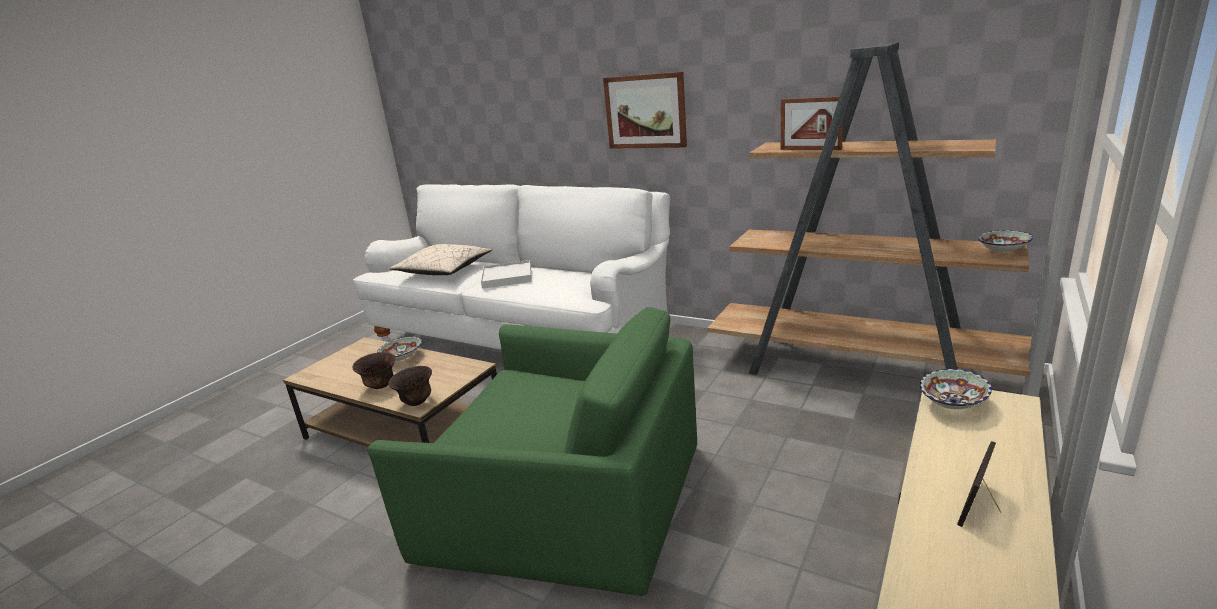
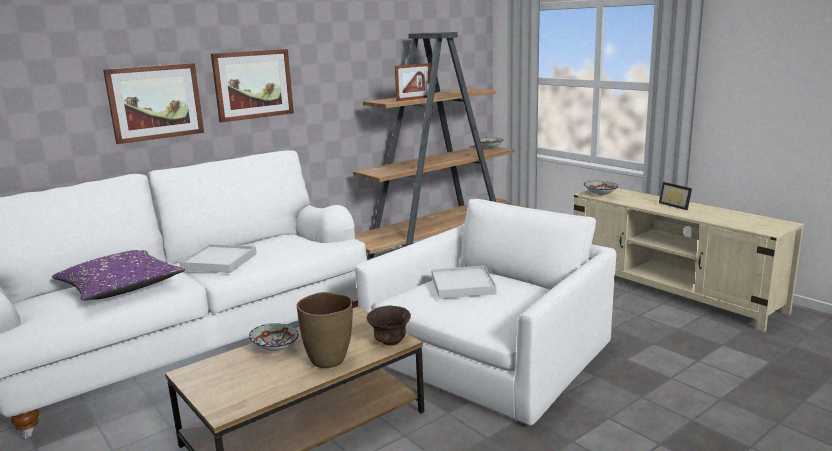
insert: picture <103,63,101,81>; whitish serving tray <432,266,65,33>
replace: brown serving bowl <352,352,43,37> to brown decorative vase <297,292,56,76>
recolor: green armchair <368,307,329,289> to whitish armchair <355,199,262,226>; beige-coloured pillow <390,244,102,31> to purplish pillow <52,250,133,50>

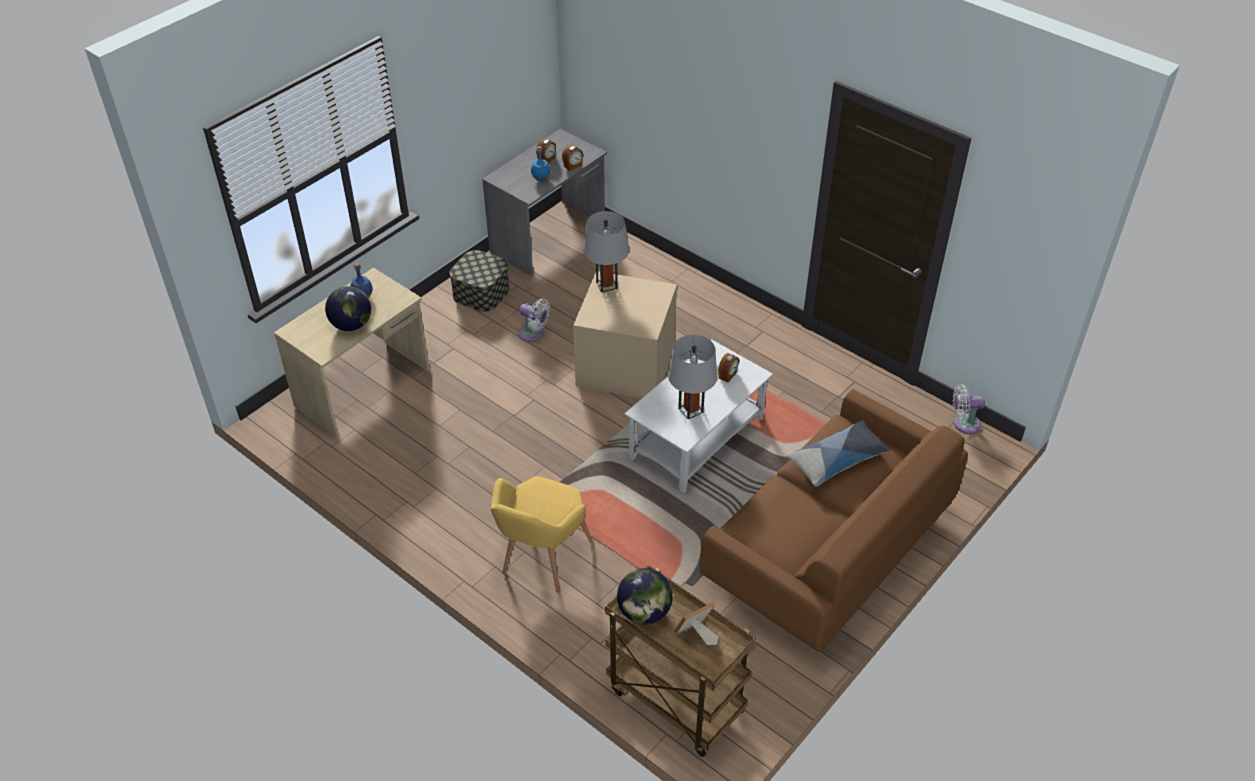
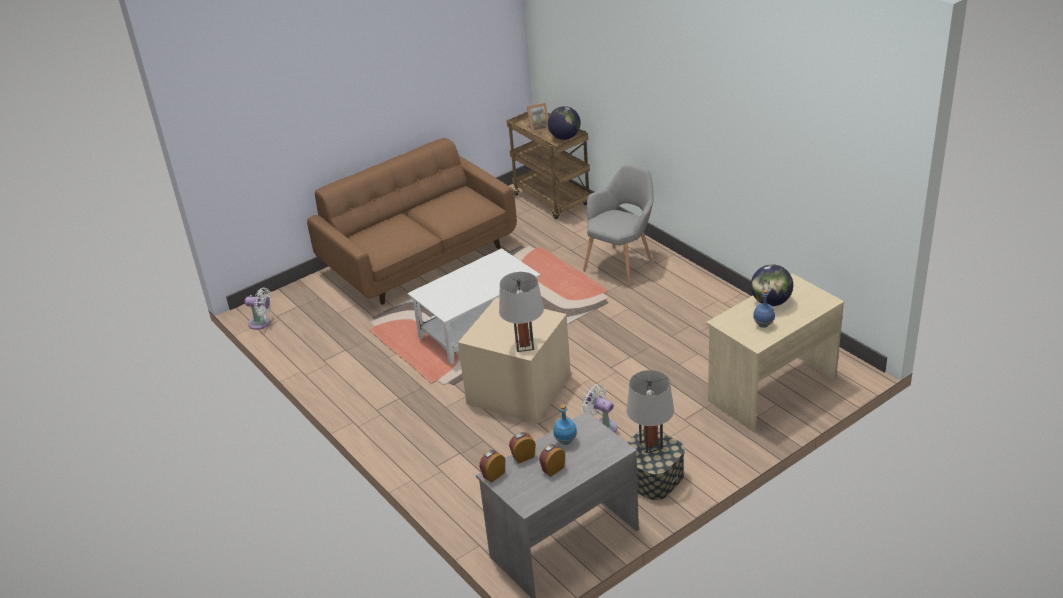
delete: pillow <787,420,103,67>
move: greyish table lamp <668,335,49,84> to <627,370,47,84>; alarm clock <718,353,21,30> to <479,450,26,33>
recolor: yellow armchair <491,476,102,117> to greyish armchair <583,164,70,122>

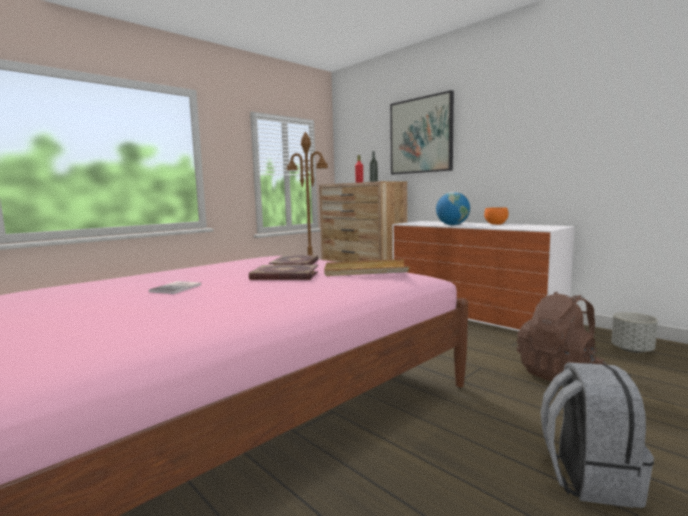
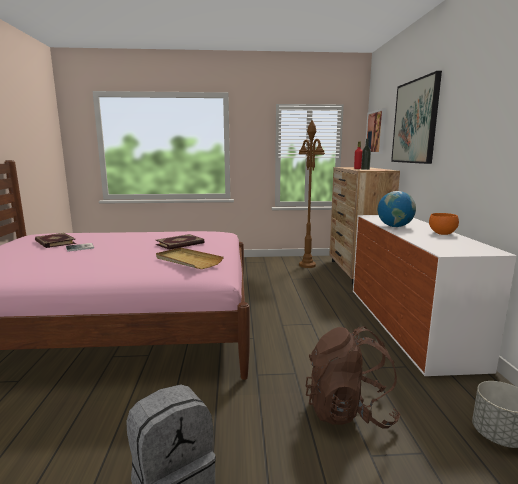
insert: picture <365,108,21,46>
move: book <249,265,69,15> to <35,233,41,15>

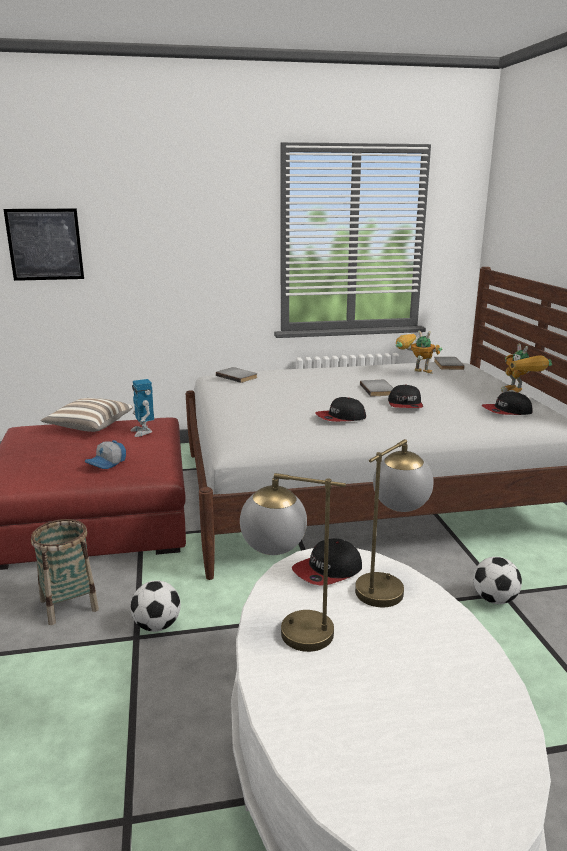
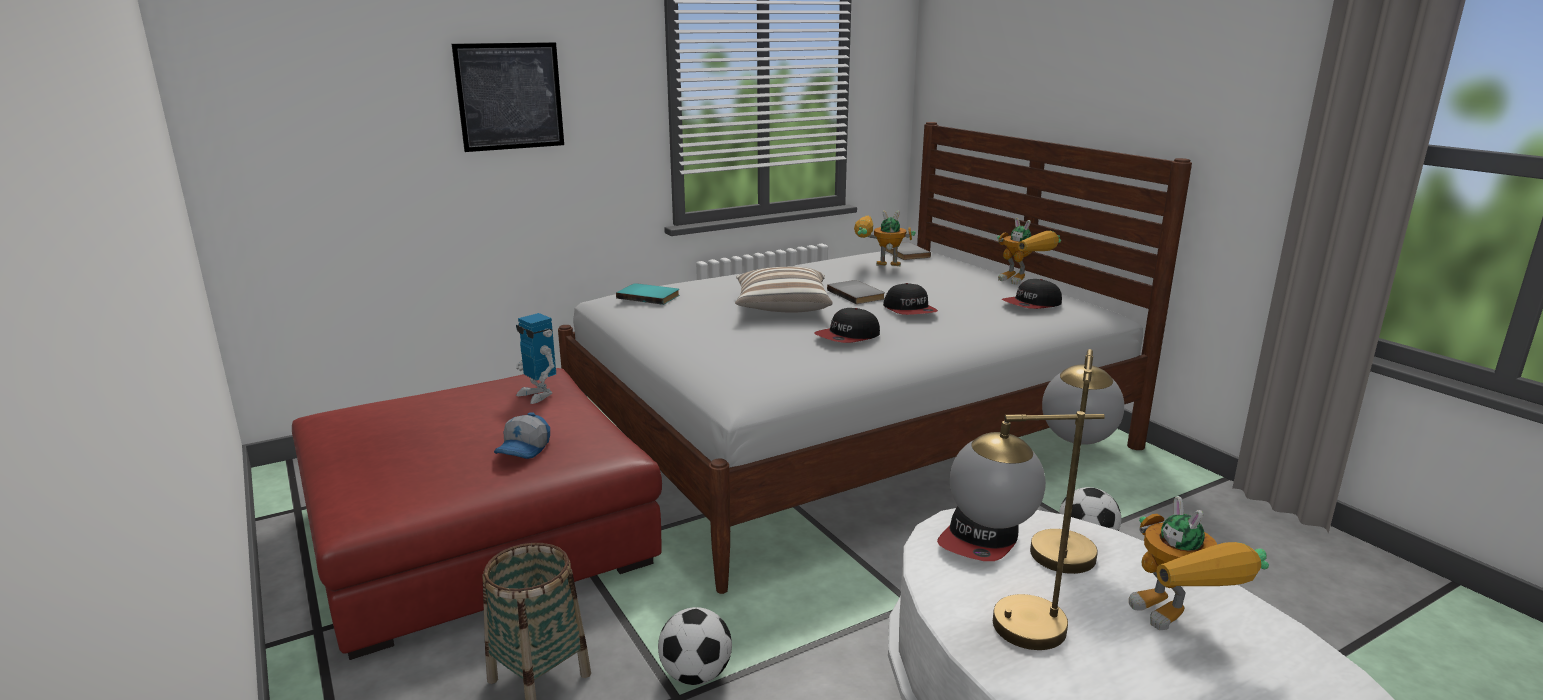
insert: model robot <1129,496,140,134>
move: picture <3,209,81,72> to <452,42,112,110>; pillow <40,398,93,34> to <735,267,98,46>
recolor: greyish book <216,367,41,16> to turquoise book <616,283,63,22>

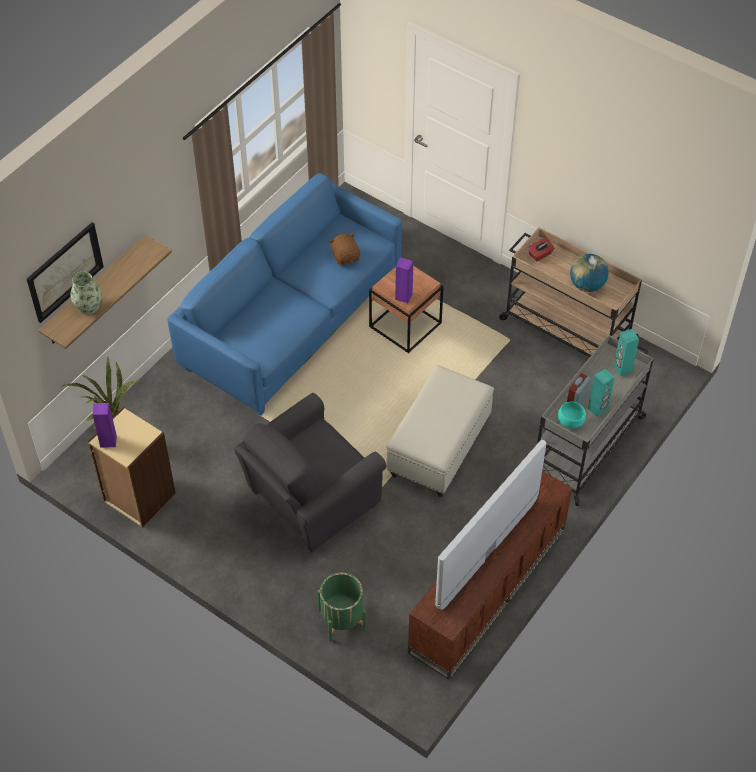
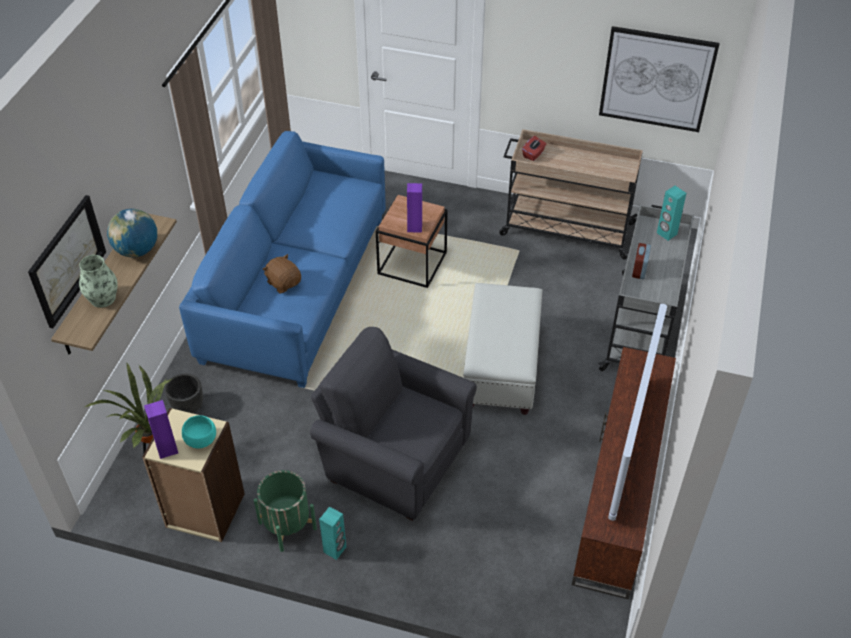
insert: black-coloured flower pot <165,374,38,39>; picture <599,26,121,106>
move: green flower pot <317,573,49,69> to <254,470,63,82>; brown soft toy <329,233,31,33> to <262,254,39,39>; turquoise serving bowl <558,402,28,27> to <182,415,34,34>; world globe <570,254,39,38> to <107,209,50,48>; turquoise speaker <588,369,27,48> to <319,507,27,53>
rotate: greyish armchair <234,393,152,159> = <310,327,167,194> 90 degrees clockwise

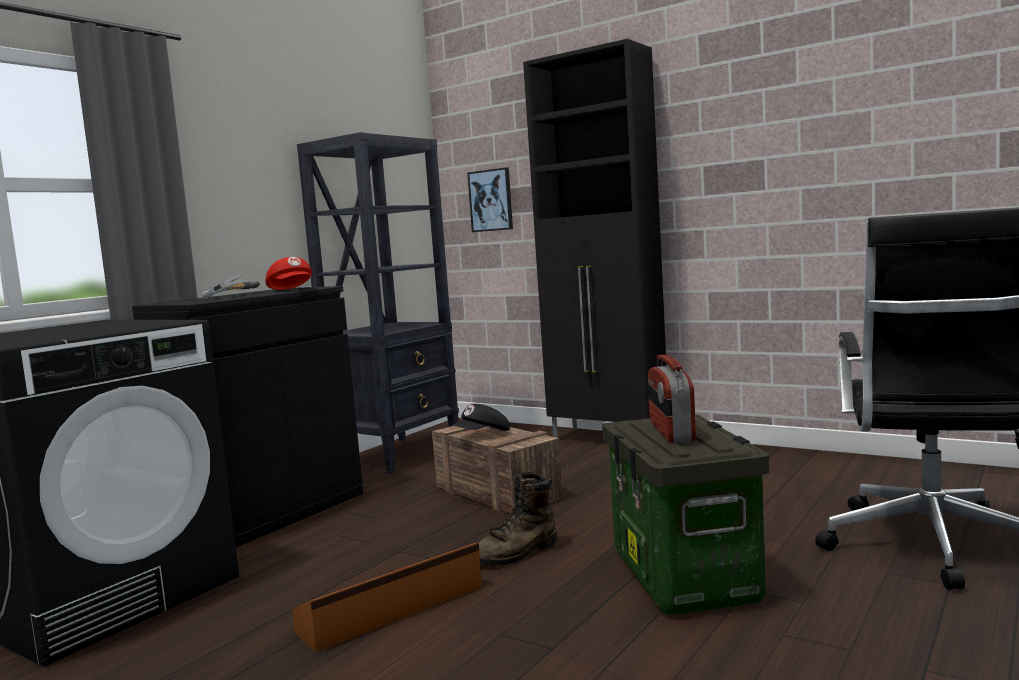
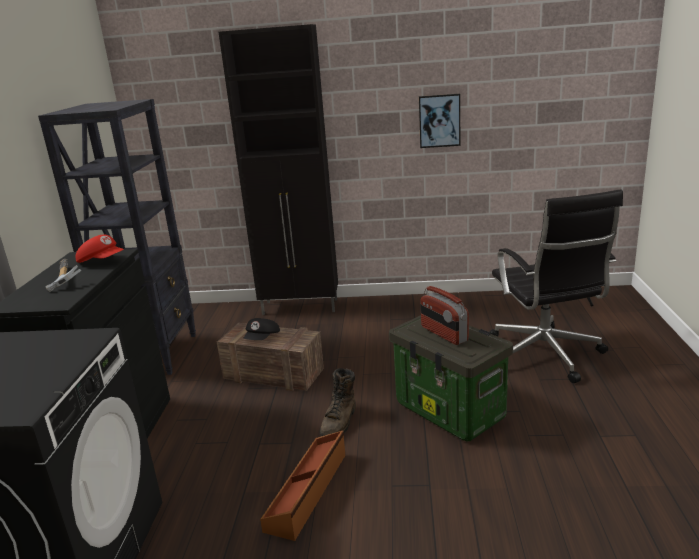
move: picture <467,167,46,65> to <419,94,41,54>

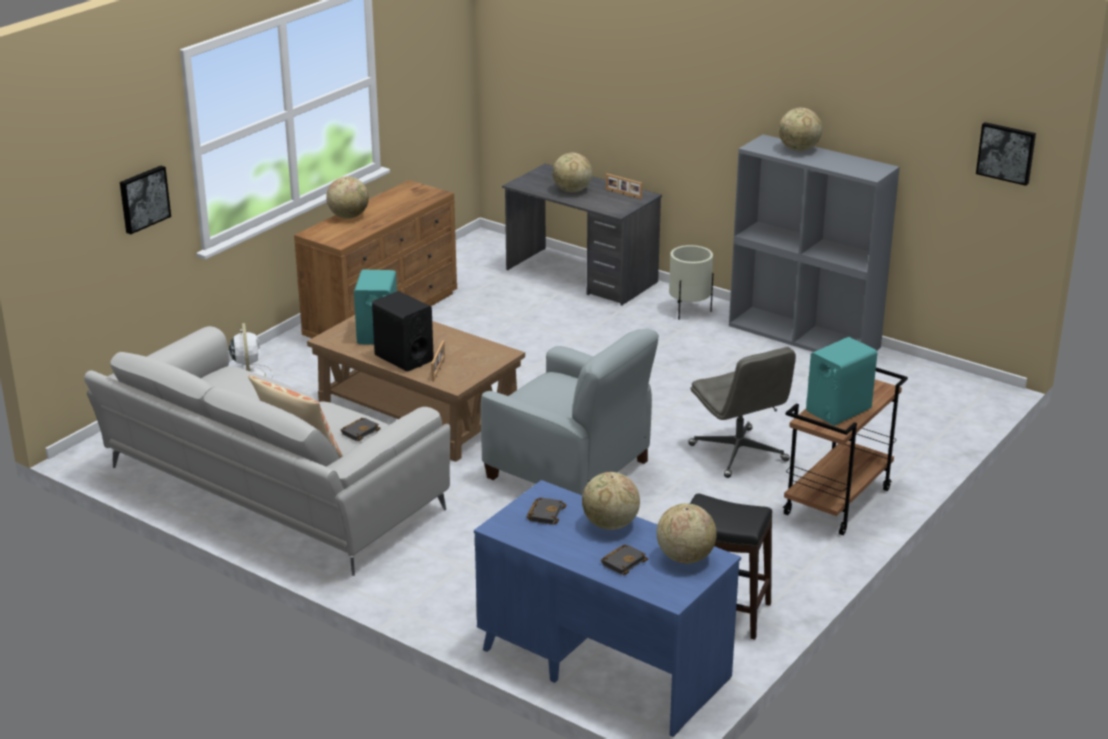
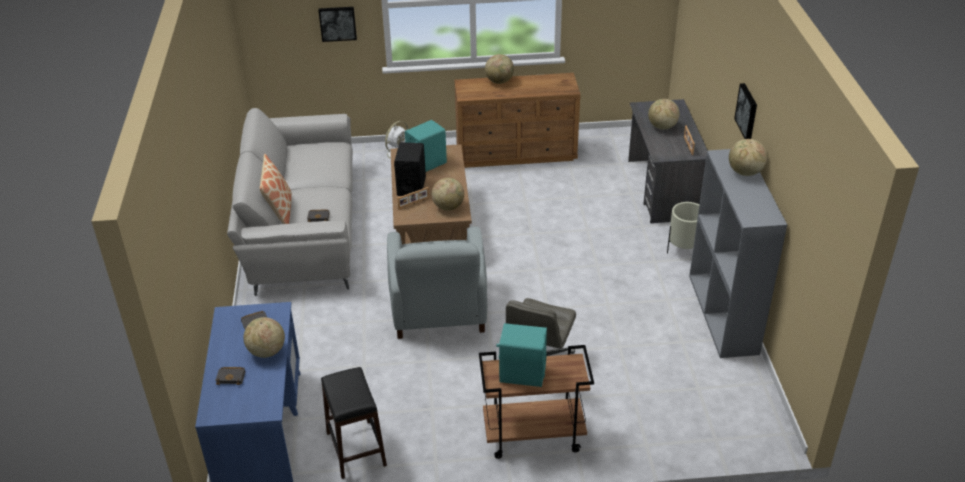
move: world globe <656,503,61,61> to <432,178,32,33>; picture <976,122,60,64> to <734,83,23,56>

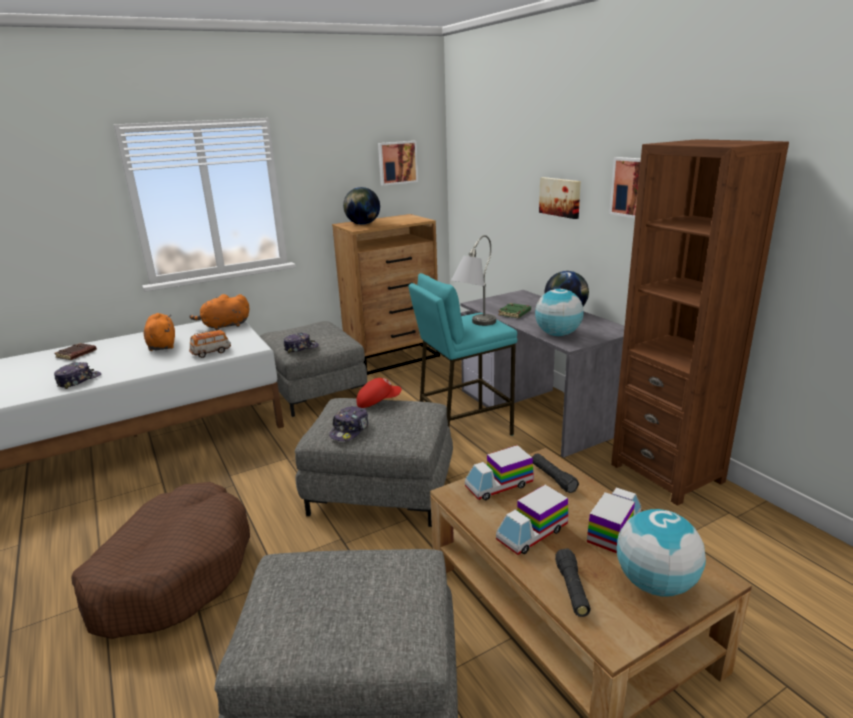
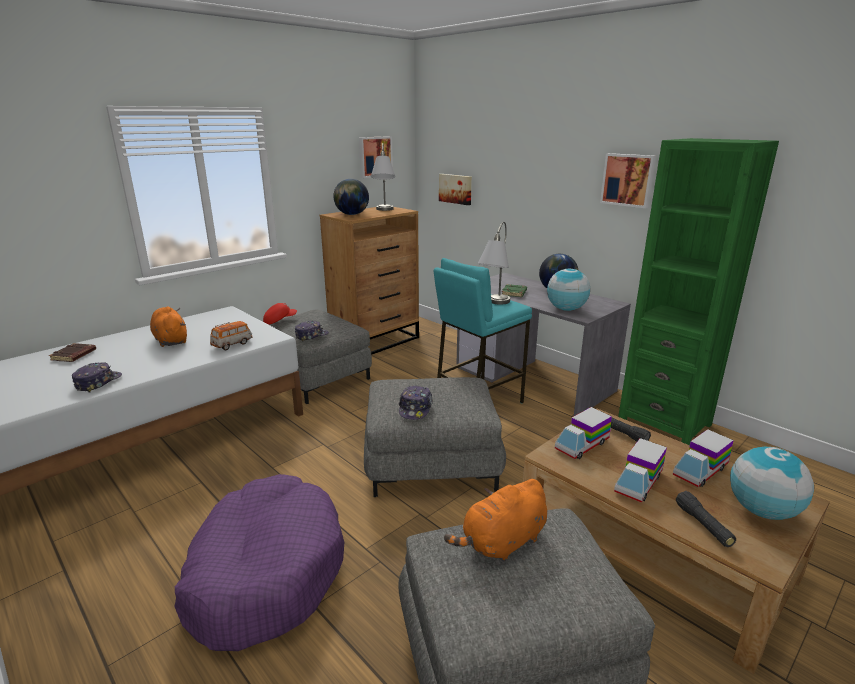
insert: greyish table lamp <371,143,24,68>
move: orangey soft toy <190,294,59,37> to <444,479,103,83>; red-coloured peaked cap <357,378,45,30> to <263,303,34,22>; picture <539,177,42,42> to <439,174,33,31>
recolor: brown dog bed <71,482,179,157> to purplish dog bed <174,474,170,177>; brown shelving unit <611,139,178,367> to green shelving unit <618,138,161,307>
rotate: toy truck <587,488,54,65> = <673,429,61,58> 150 degrees counterclockwise

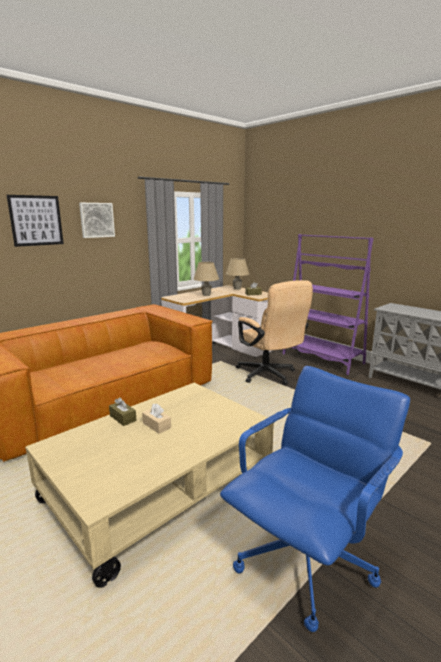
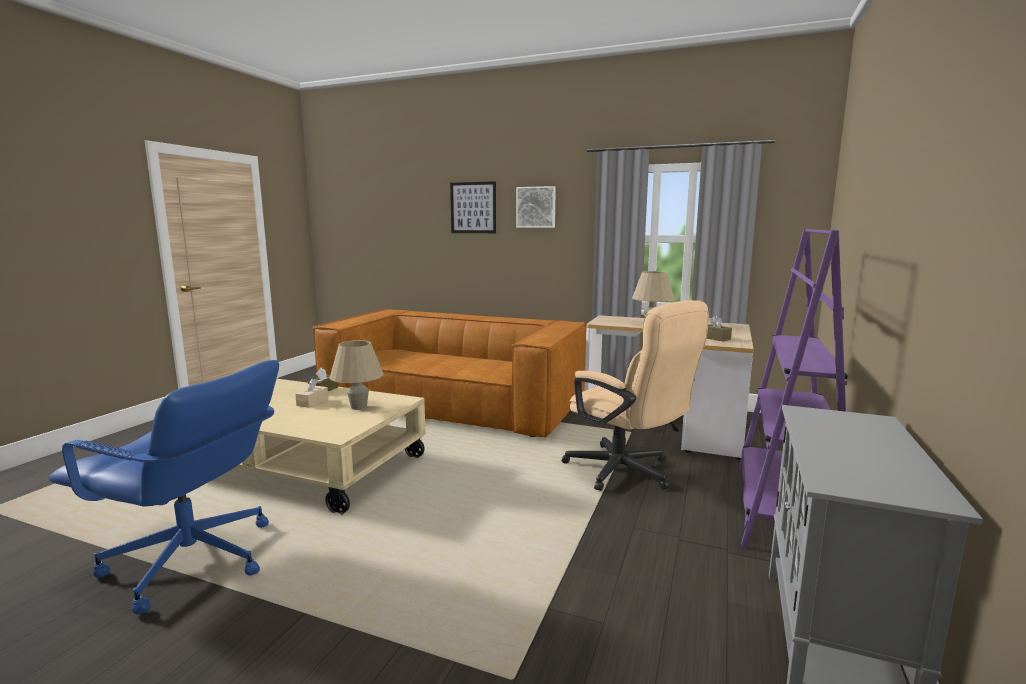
move: beige-coloured table lamp <226,258,23,32> to <330,340,54,70>
rotate: beige-coloured desk chair <236,280,77,105> = <562,300,147,191> 75 degrees counterclockwise

